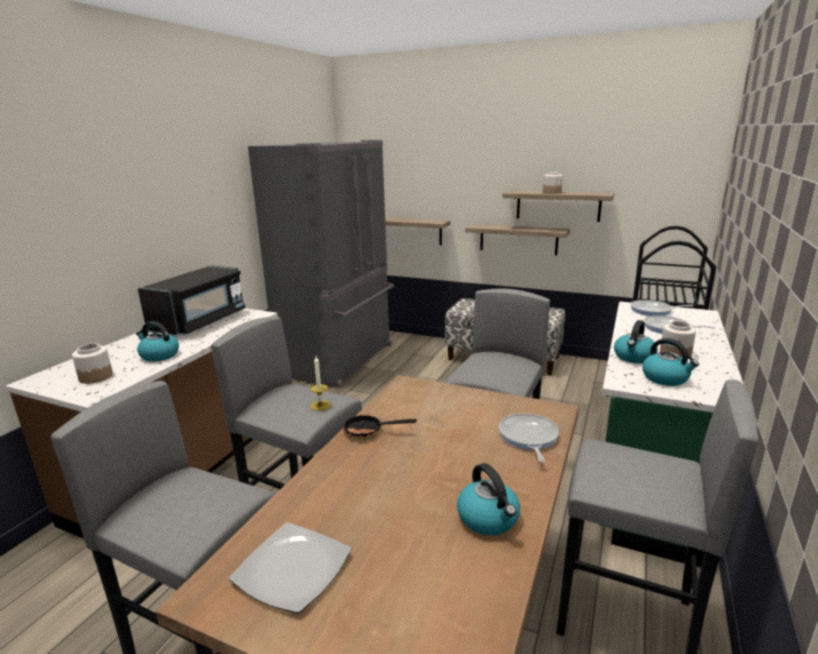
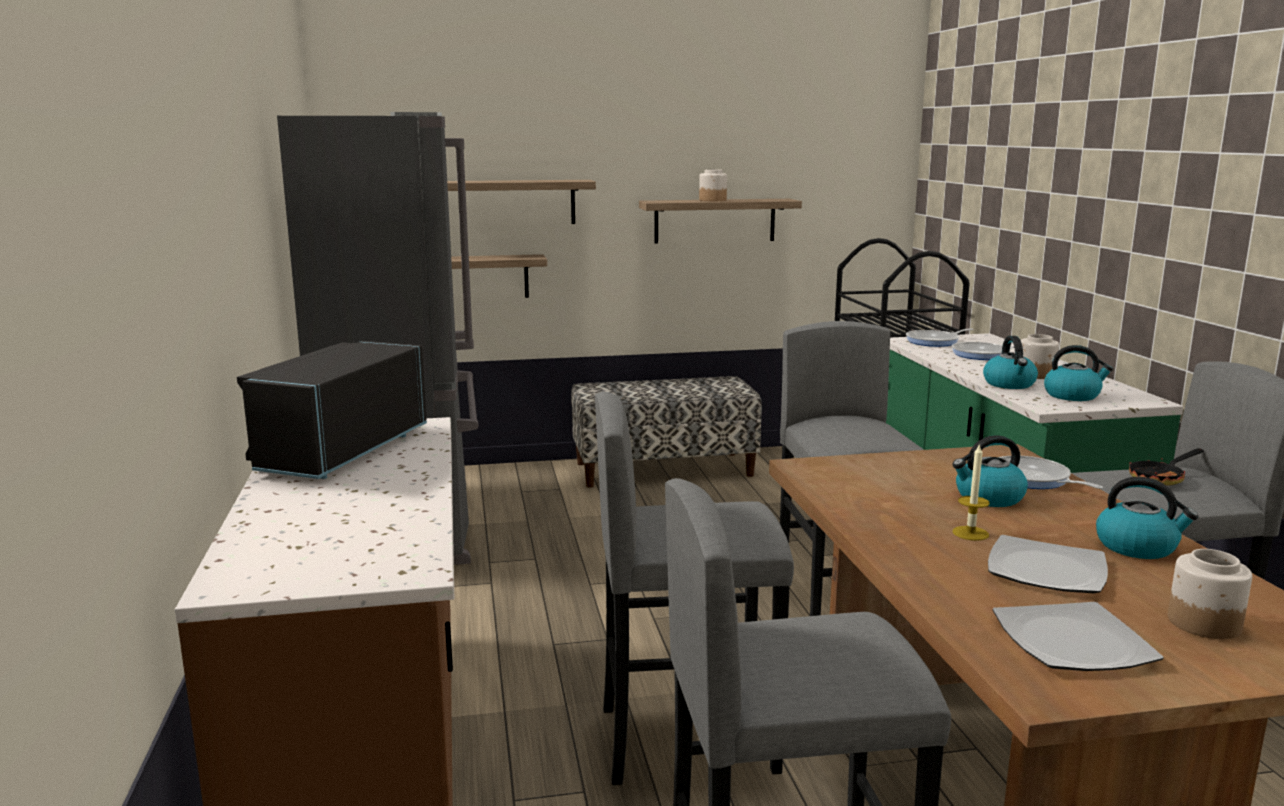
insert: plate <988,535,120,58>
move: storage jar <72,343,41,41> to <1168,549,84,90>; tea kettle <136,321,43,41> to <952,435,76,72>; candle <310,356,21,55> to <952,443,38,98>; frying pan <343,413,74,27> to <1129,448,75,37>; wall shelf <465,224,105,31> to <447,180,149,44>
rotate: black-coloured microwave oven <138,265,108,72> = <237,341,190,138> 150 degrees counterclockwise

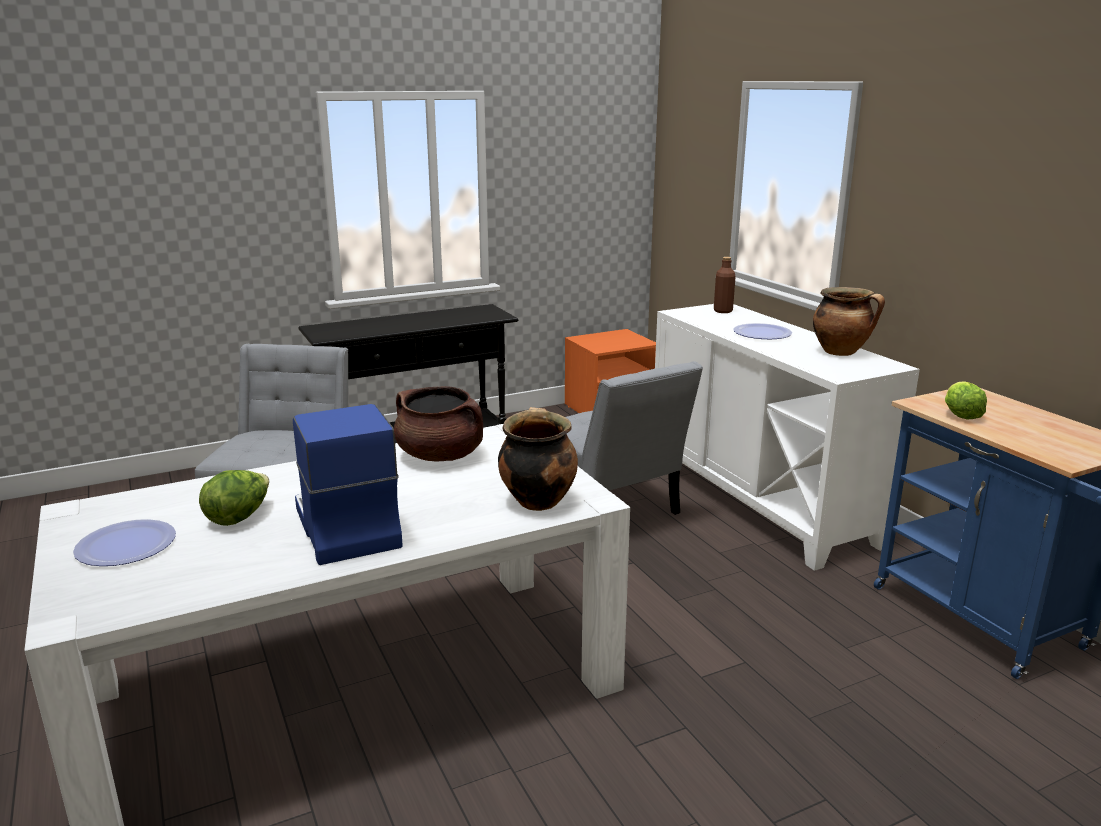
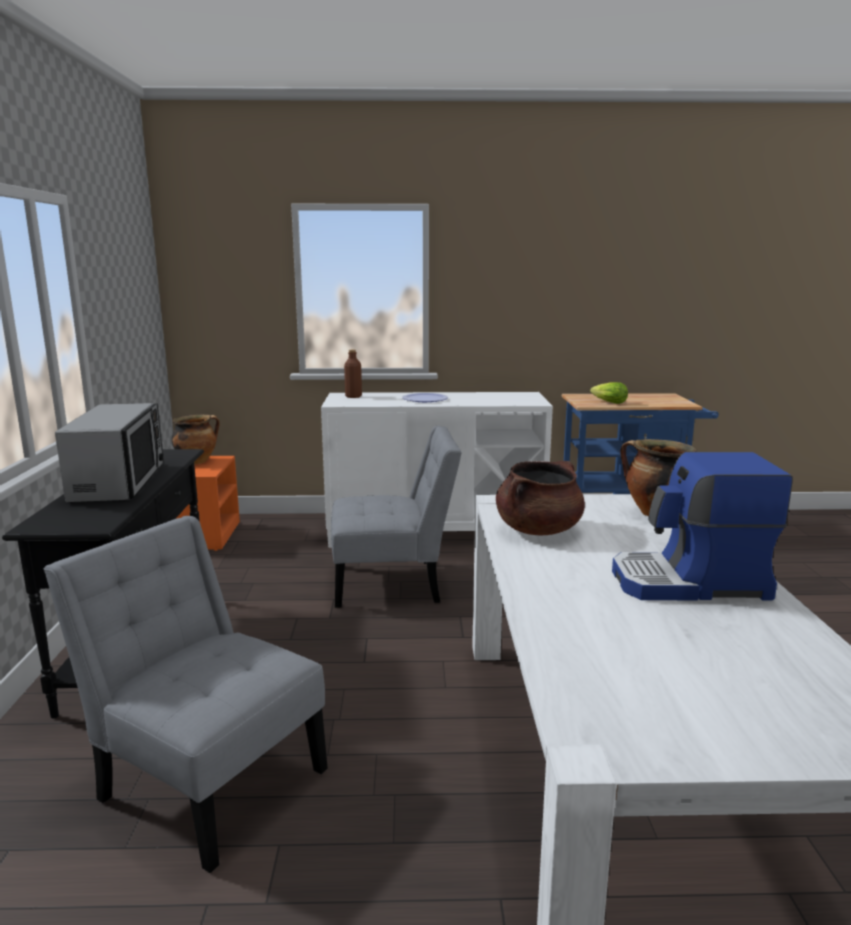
delete: plate <73,519,103,47>; lettuce head <199,470,70,56>
insert: microwave oven <55,403,109,100>
move: stockpot <813,287,72,69> to <172,415,48,49>

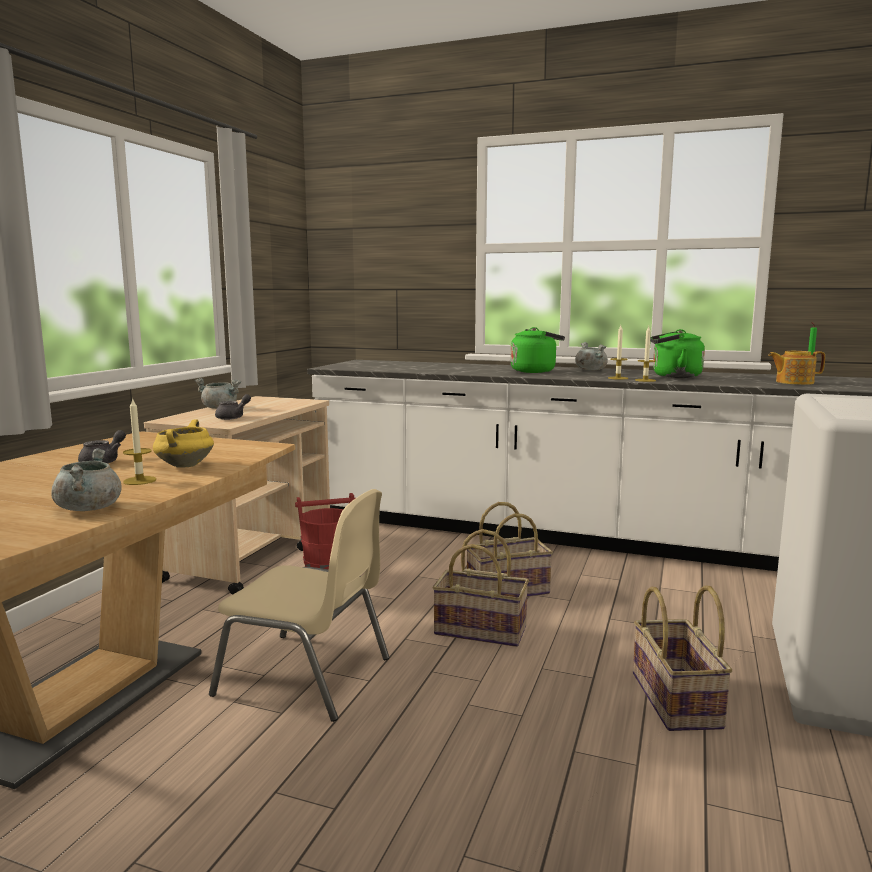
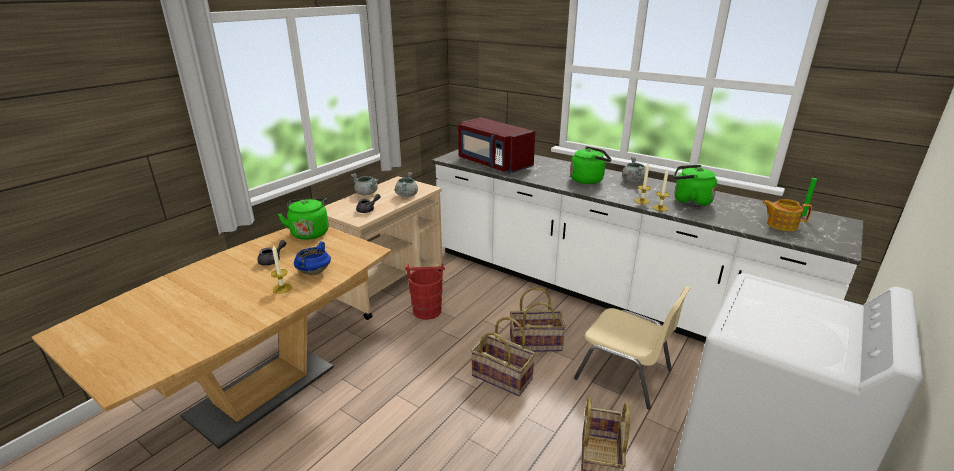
insert: green tea kettle <278,198,51,42>; red-coloured microwave oven <458,117,77,56>
move: greyish stockpot <51,448,71,63> to <395,172,23,25>; beige-coloured upright chair <209,489,180,233> to <574,286,117,123>
recolor: yellow stockpot <153,419,61,49> to blue stockpot <294,242,37,33>

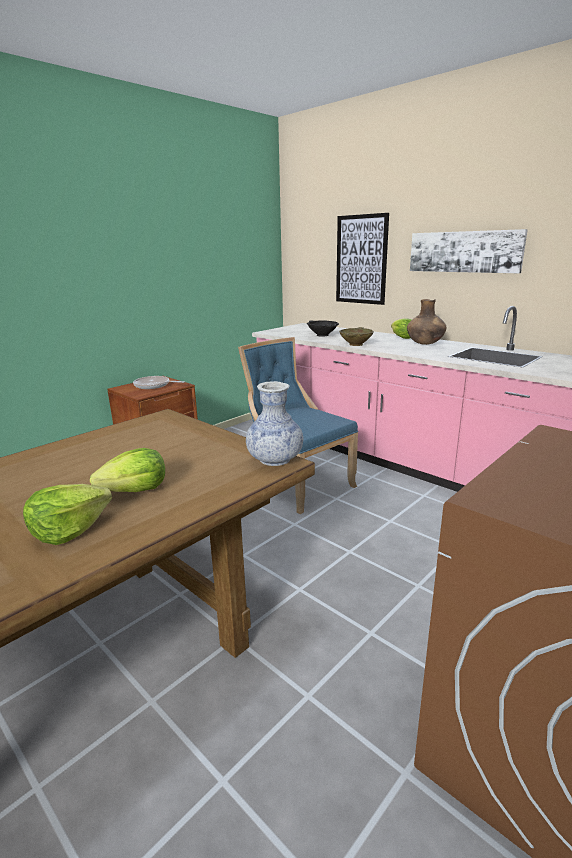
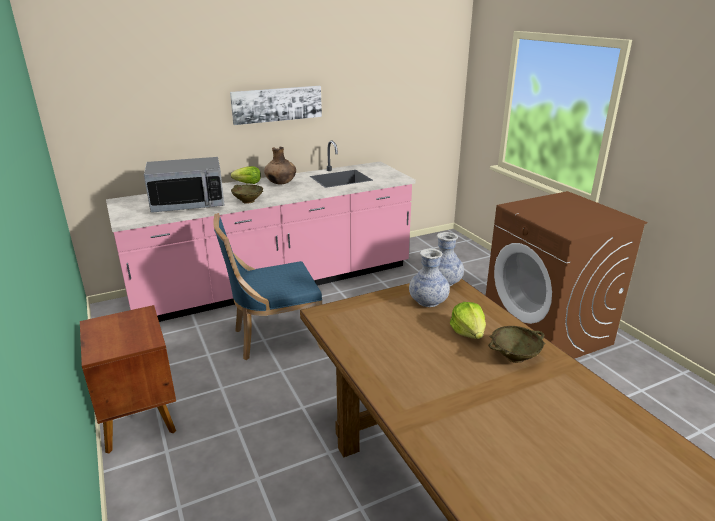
delete: frying pan <133,376,52,13>; picture <336,213,53,92>
insert: decorative vase <409,249,41,58>
replace: lettuce head <23,484,89,61> to beige-coloured serving bowl <488,326,58,37>; black-coloured serving bowl <307,320,32,16> to microwave oven <144,157,80,56>

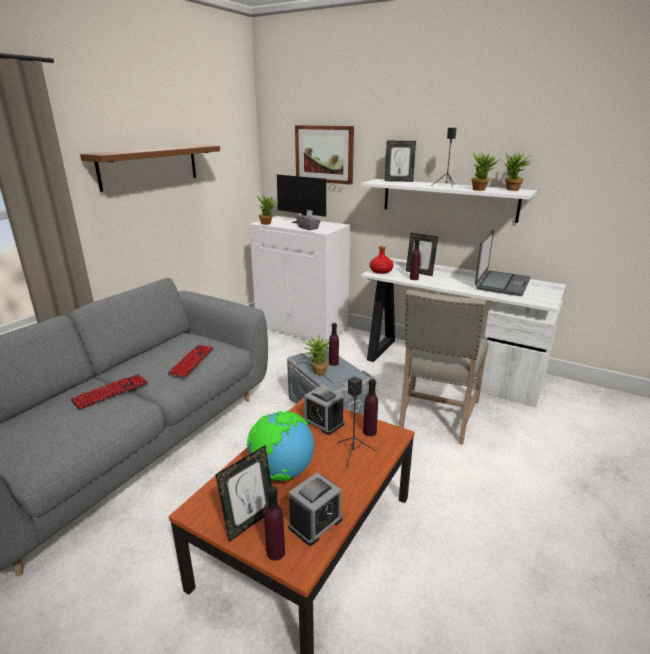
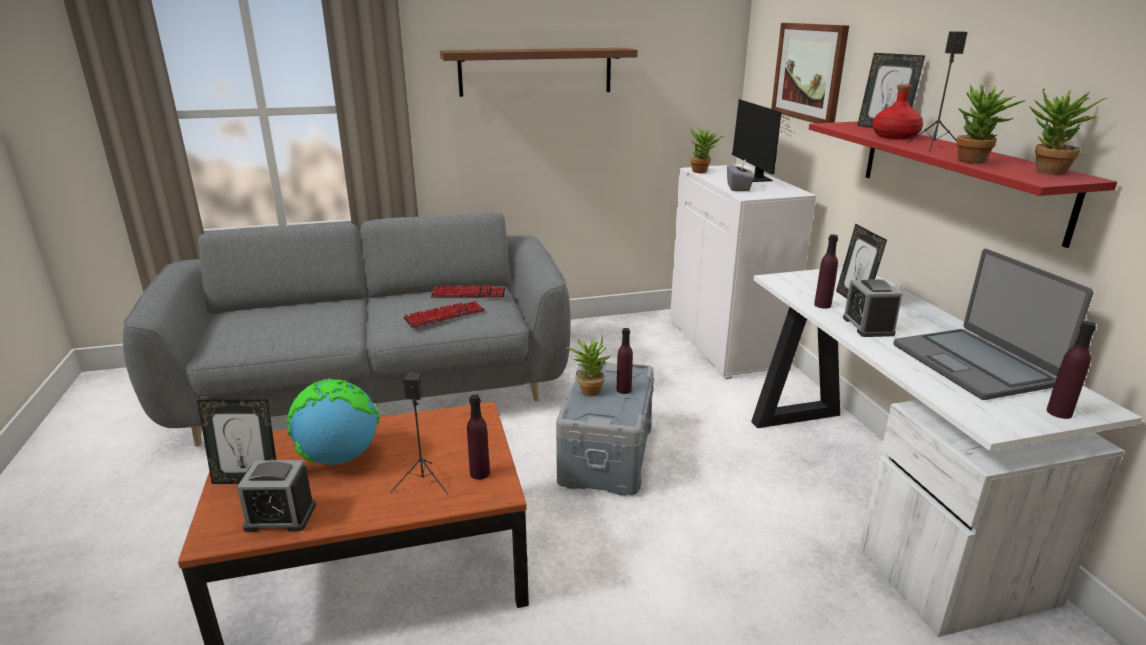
delete: beige-coloured upright chair <399,289,89,156>
move: computer keyboard <71,374,77,36> to <431,285,74,13>; purplish bottle <264,486,21,74> to <1046,321,50,98>; alarm clock <304,385,41,50> to <843,279,59,58>; red-coloured bottle <370,246,23,28> to <872,84,51,55>
recolor: whitish wall shelf <361,179,176,44> to red-coloured wall shelf <809,121,308,127>
rotate: laptop <475,230,55,66> = <893,249,200,151> 90 degrees clockwise

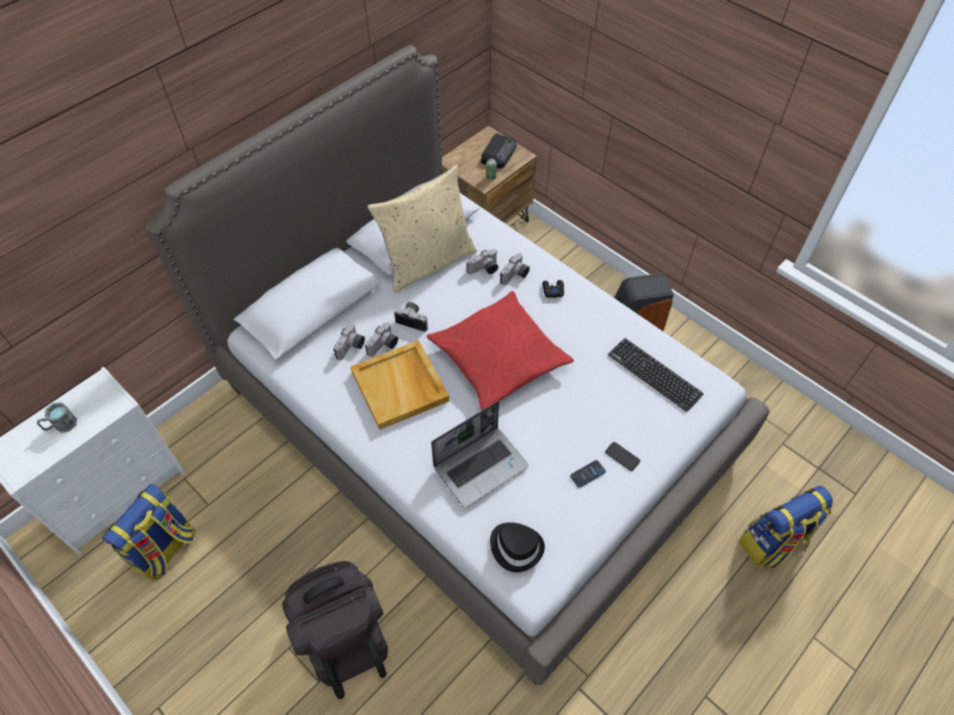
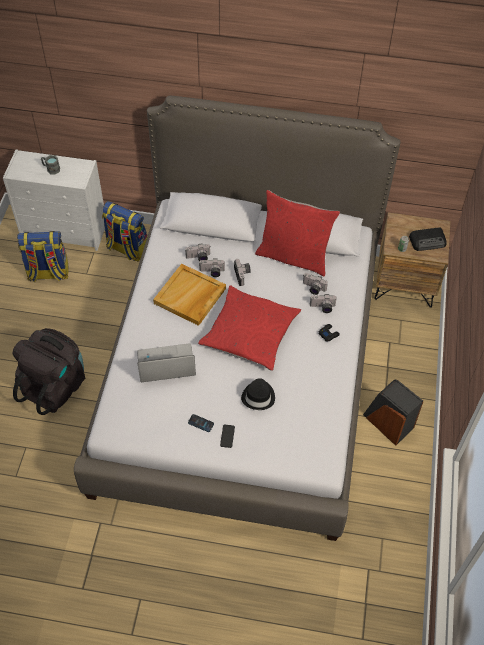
delete: computer keyboard <608,338,96,74>
move: black-coloured clothing hat <490,522,55,50> to <241,378,34,32>; knapsack <739,486,94,83> to <102,201,45,60>
recolor: beige-coloured pillow <367,165,110,128> to red-coloured pillow <255,190,85,86>
rotate: laptop <431,401,98,107> = <137,343,59,39> 150 degrees clockwise

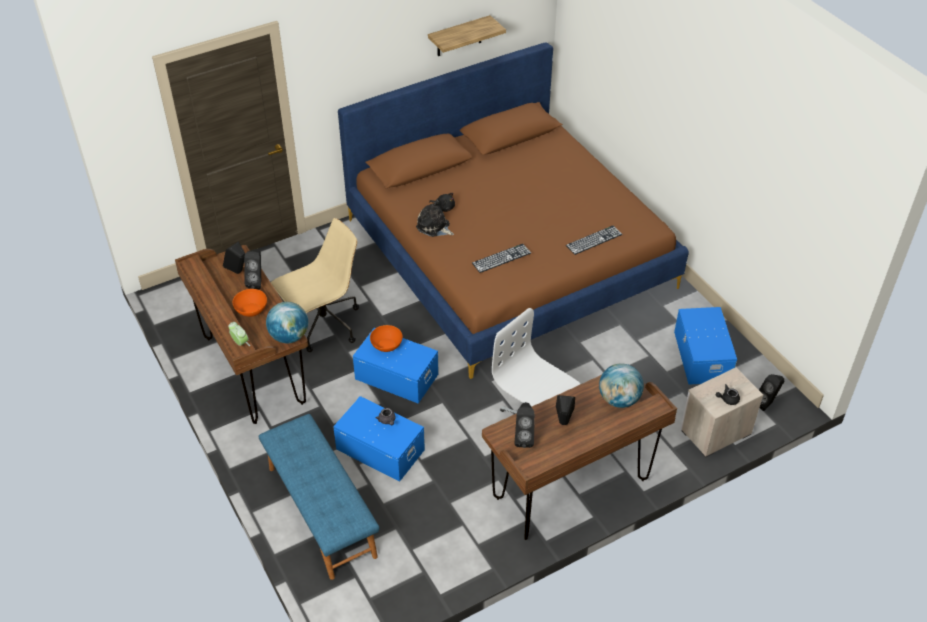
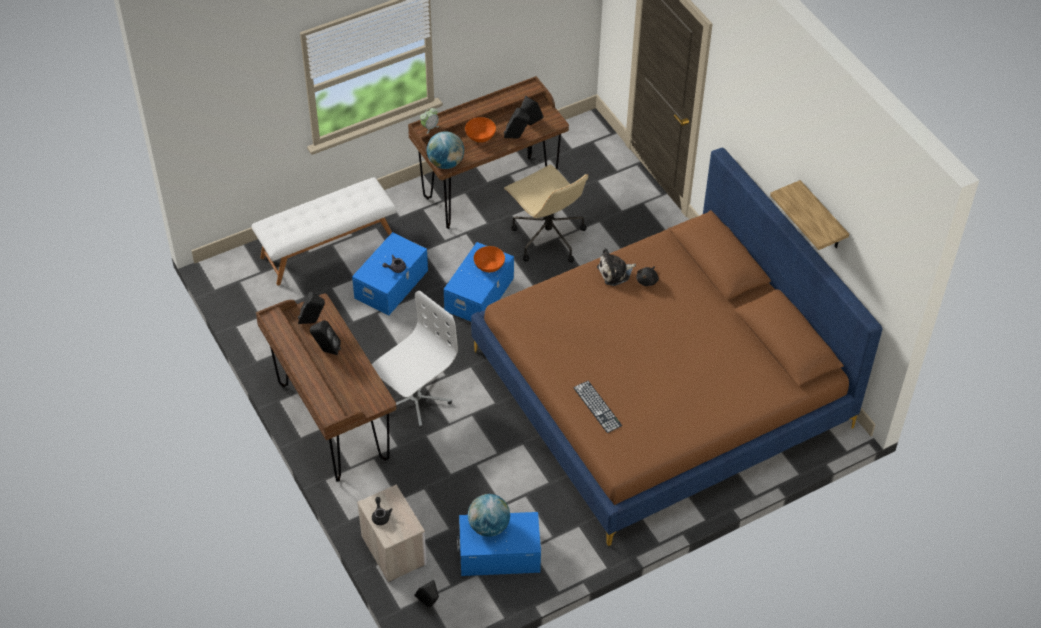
delete: computer keyboard <472,244,59,29>
move: world globe <599,363,45,45> to <468,494,42,43>
recolor: blue bench <259,414,120,166> to whitish bench <252,177,145,109>
rotate: soft toy <416,200,38,37> = <597,248,39,38> 150 degrees counterclockwise

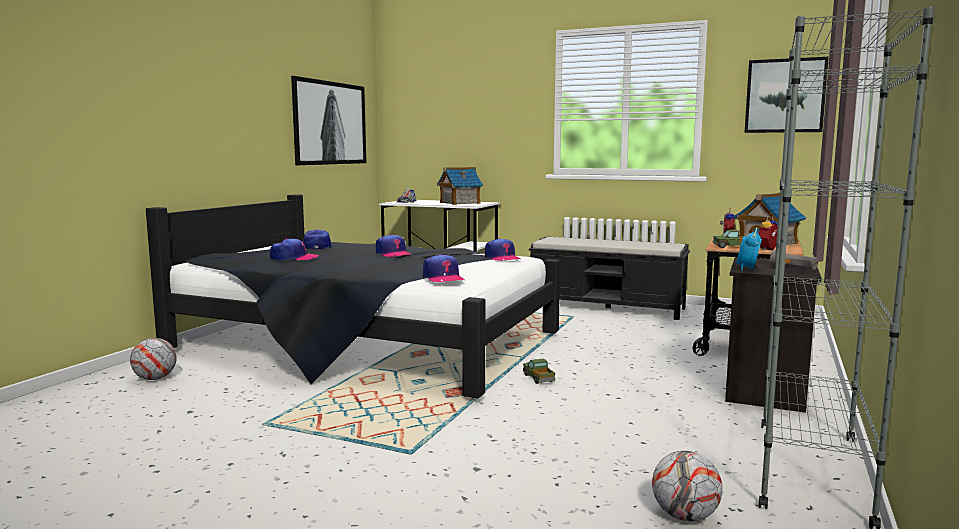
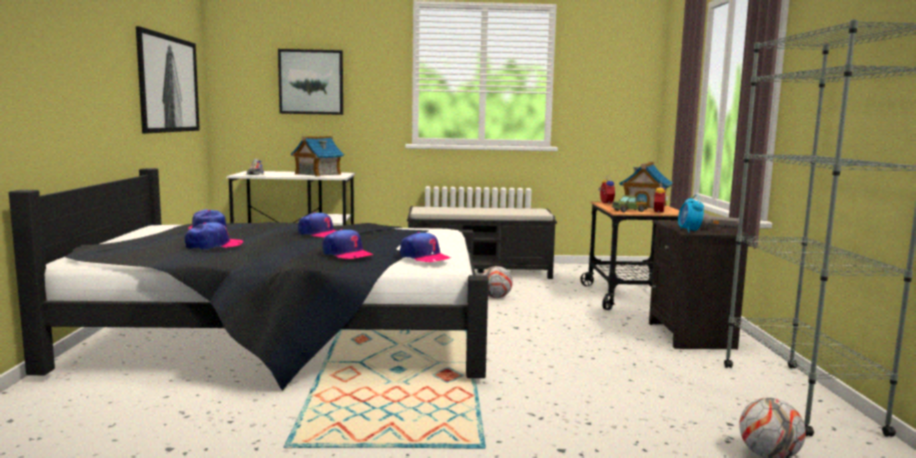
delete: toy truck <523,358,32,26>
move: ball for football <130,338,47,42> to <482,266,31,32>; peaked cap <485,238,37,23> to <323,229,51,30>; picture <744,57,85,76> to <278,49,65,66>

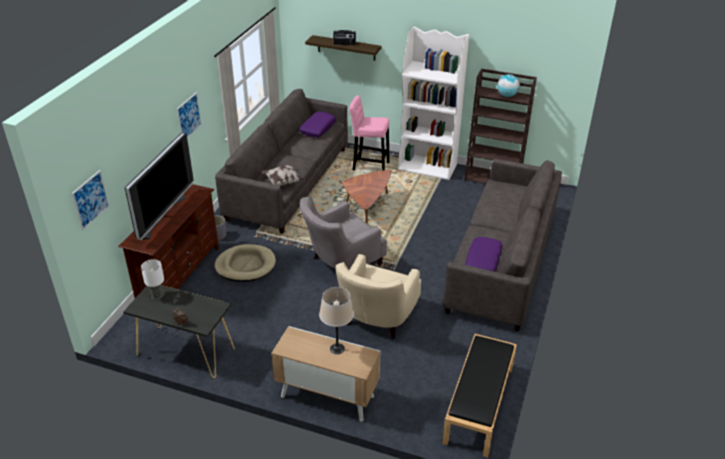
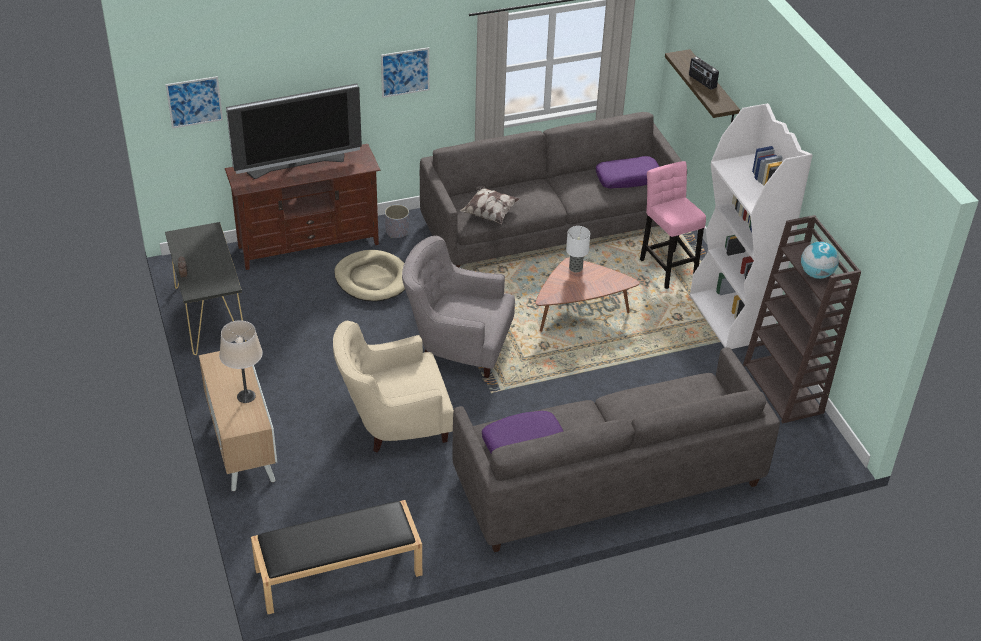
move: table lamp <141,259,23,40> to <566,226,24,46>

